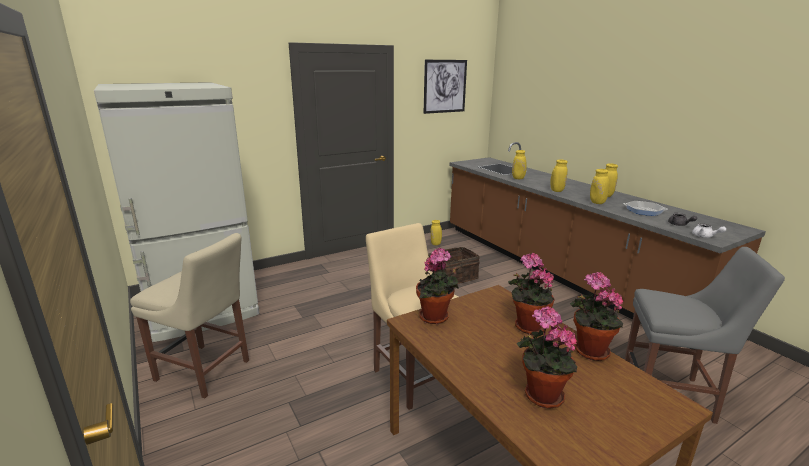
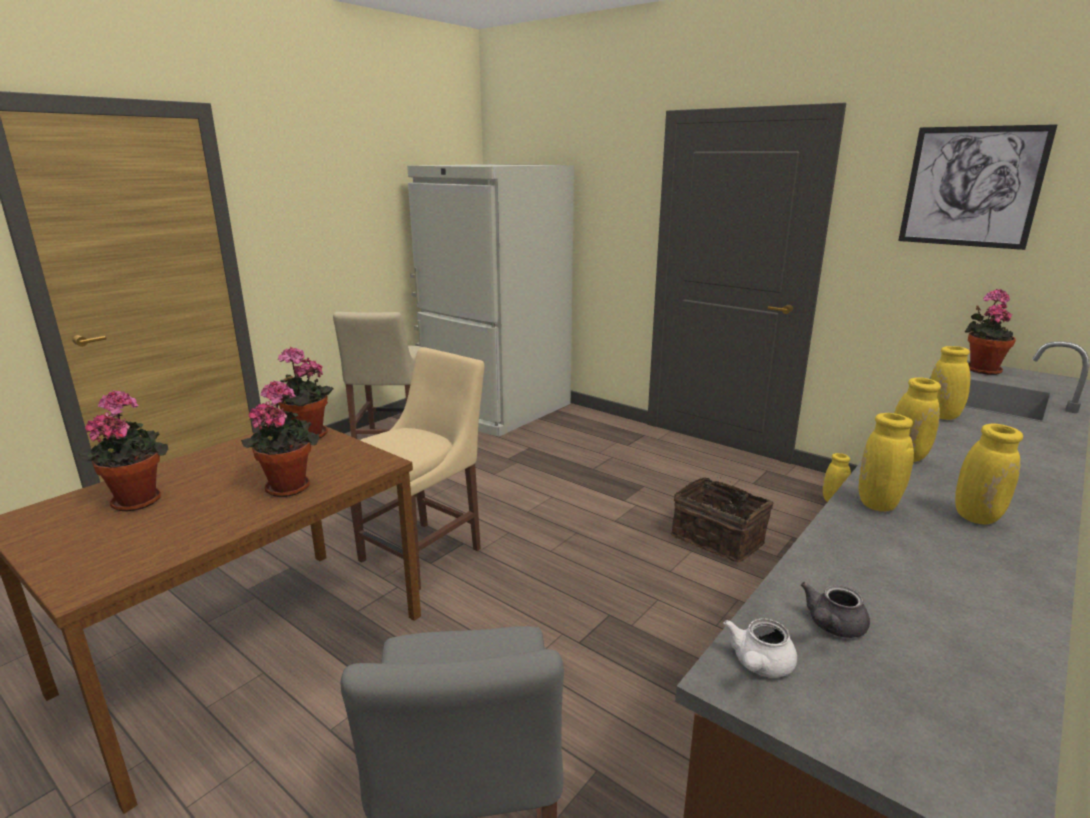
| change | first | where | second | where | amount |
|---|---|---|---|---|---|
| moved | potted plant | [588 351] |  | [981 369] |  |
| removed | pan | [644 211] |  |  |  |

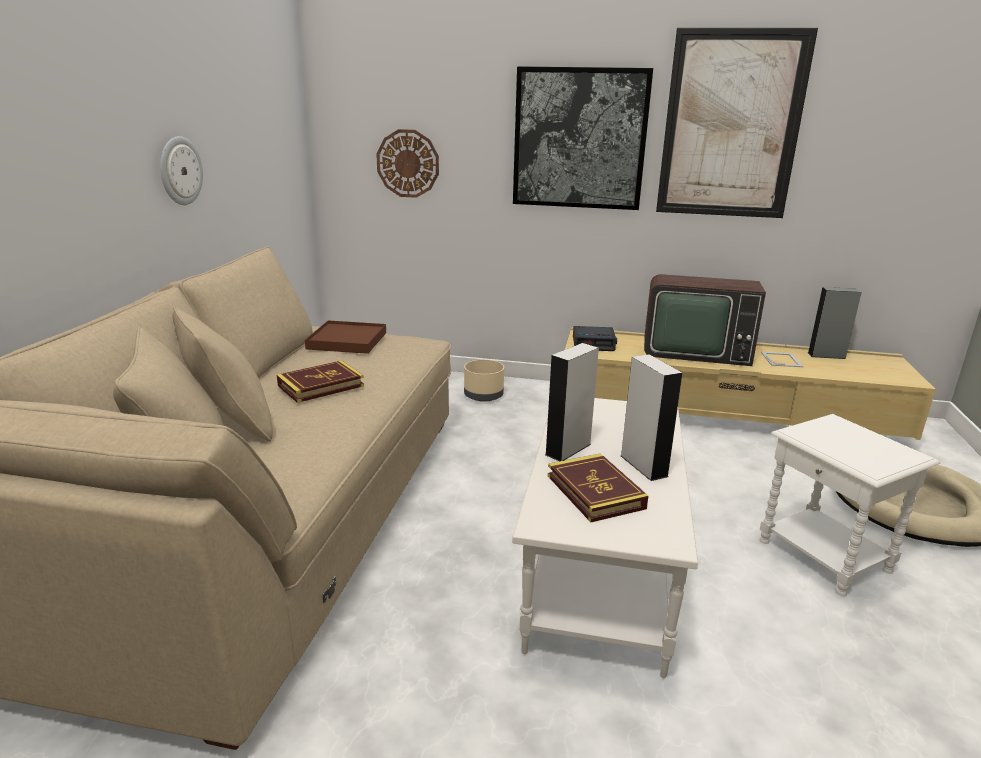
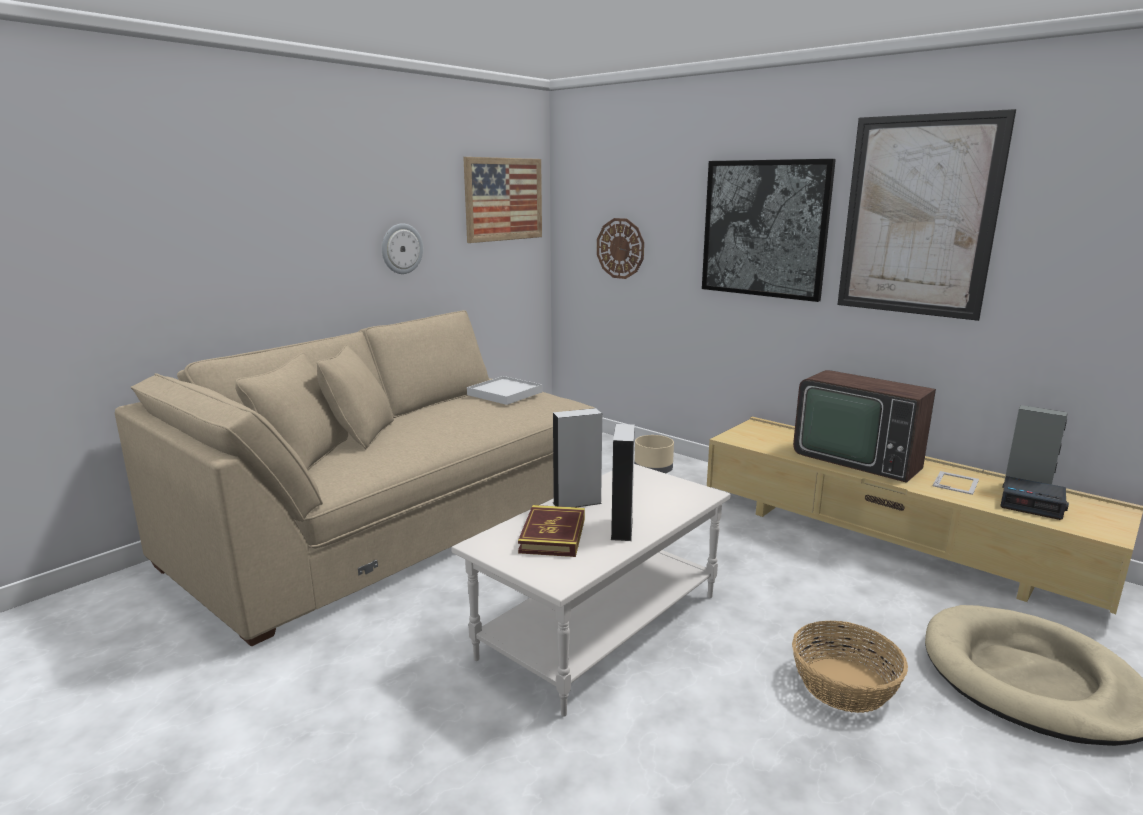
| change | first | where | second | where | amount |
|---|---|---|---|---|---|
| removed | bound book | [321 386] |  |  |  |
| recoloured | tray/brown | [347 341] | tray/whitish | [505 393] |  |
| moved | bedside clock | [593 344] |  | [1032 504] |  |
| replaced | side table/whitish | [825 554] | basket | [845 685] |  |
| added |  |  | wall picture | [504 199] |  |

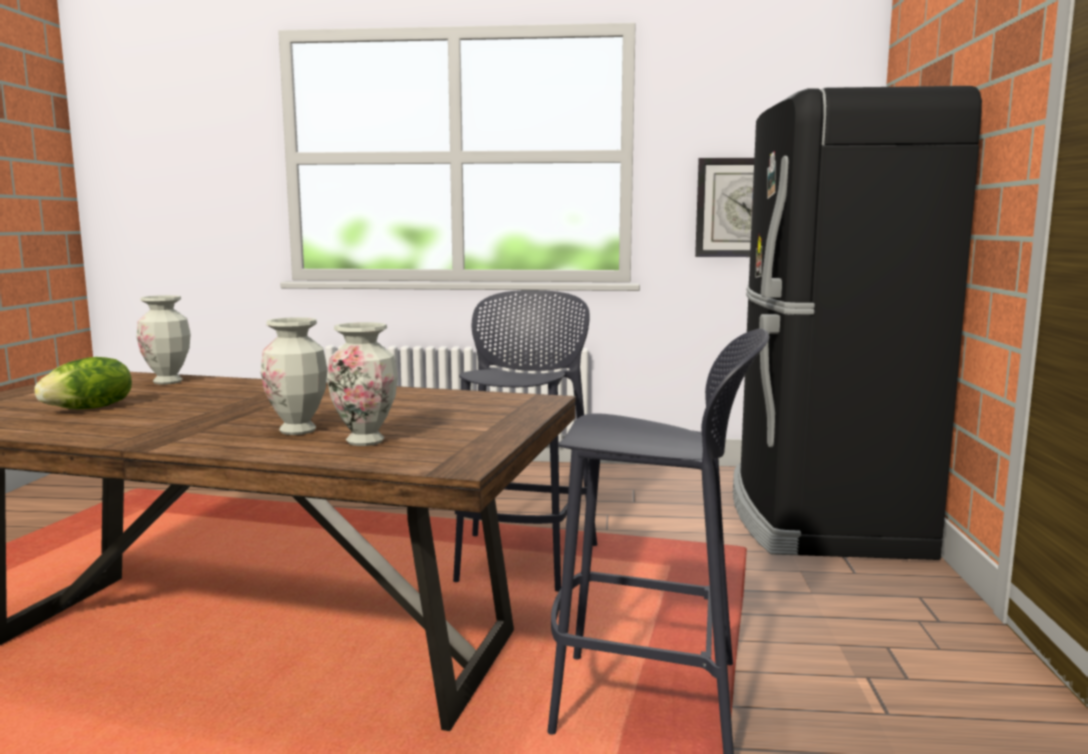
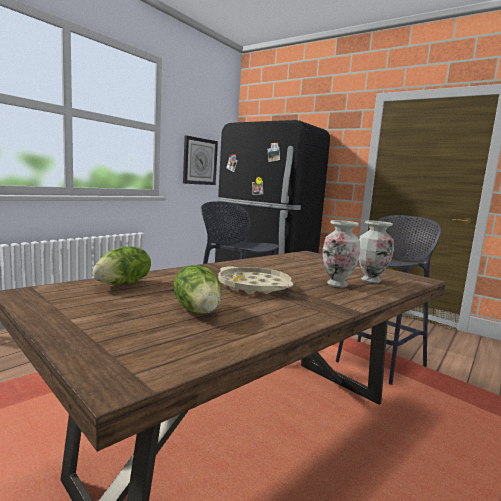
| change | first | where | second | where | amount |
|---|---|---|---|---|---|
| replaced | vase | [168 382] | lettuce | [124 284] |  |
| added |  |  | tray/beige | [254 286] |  |

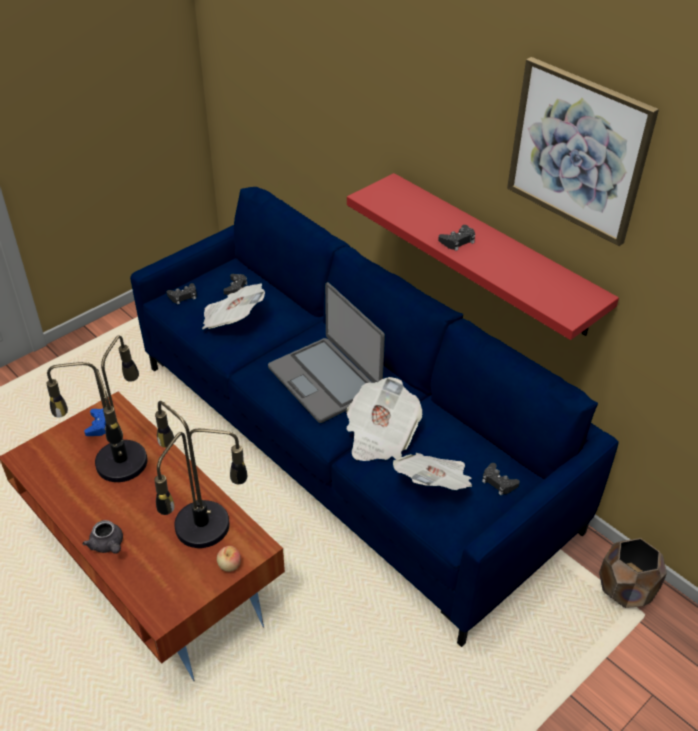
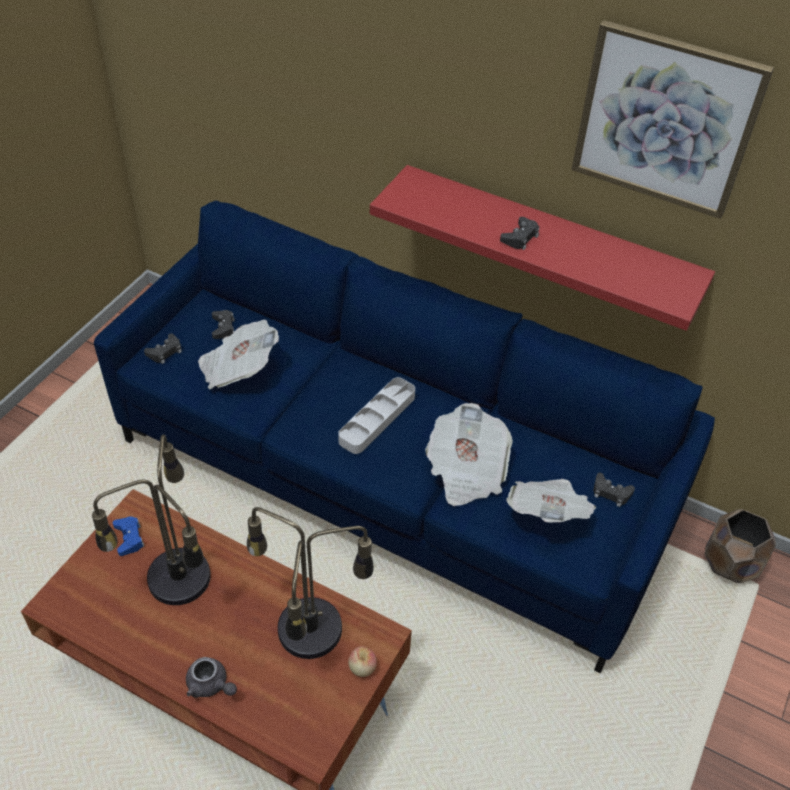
| change | first | where | second | where | amount |
|---|---|---|---|---|---|
| replaced | laptop | [325 380] | tray/grey | [377 419] |  |

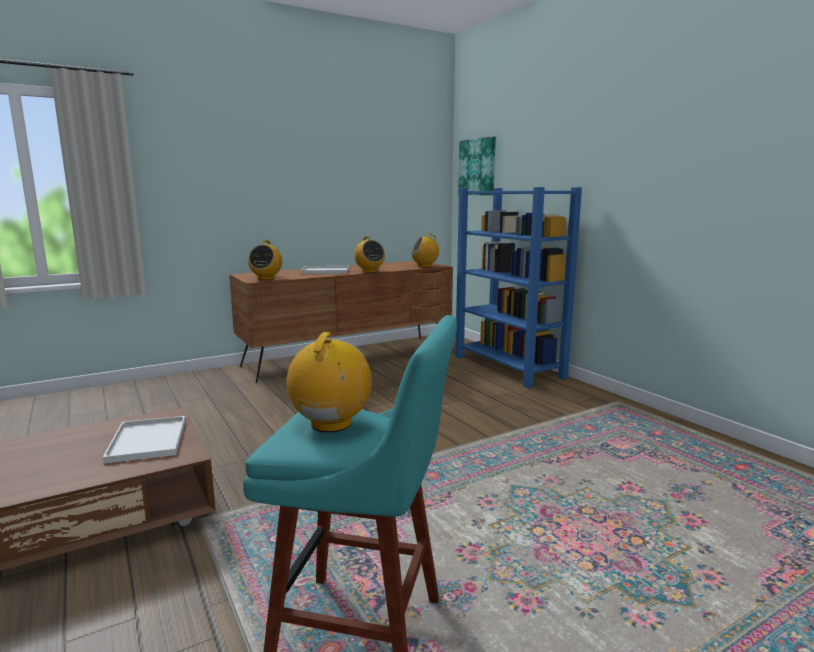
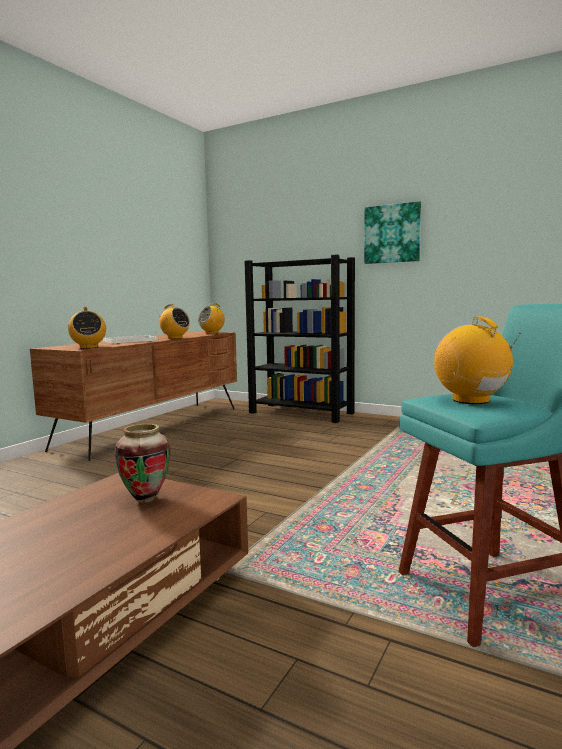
| change | first | where | second | where | amount |
|---|---|---|---|---|---|
| replaced | tray/whitish | [147 439] | vase | [146 499] |  |
| recoloured | shelving unit/blue-coloured | [508 367] | shelving unit/blackish | [301 413] |  |
| moved | wall picture | [477 167] |  | [392 234] |  |

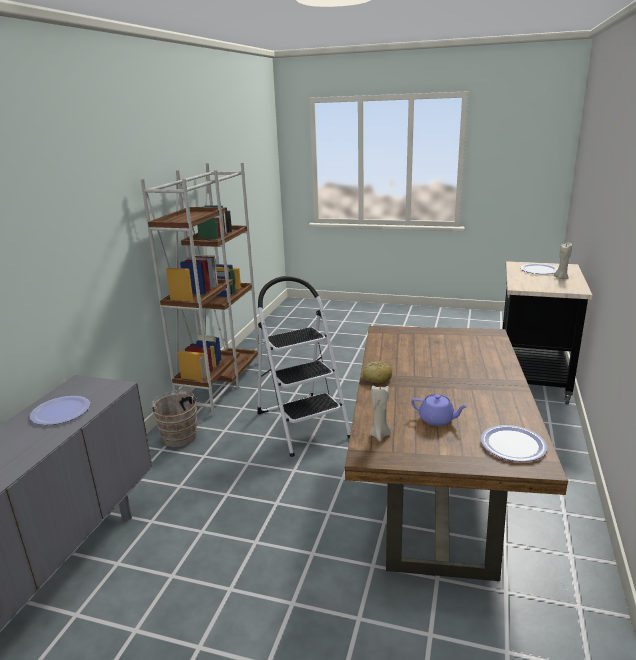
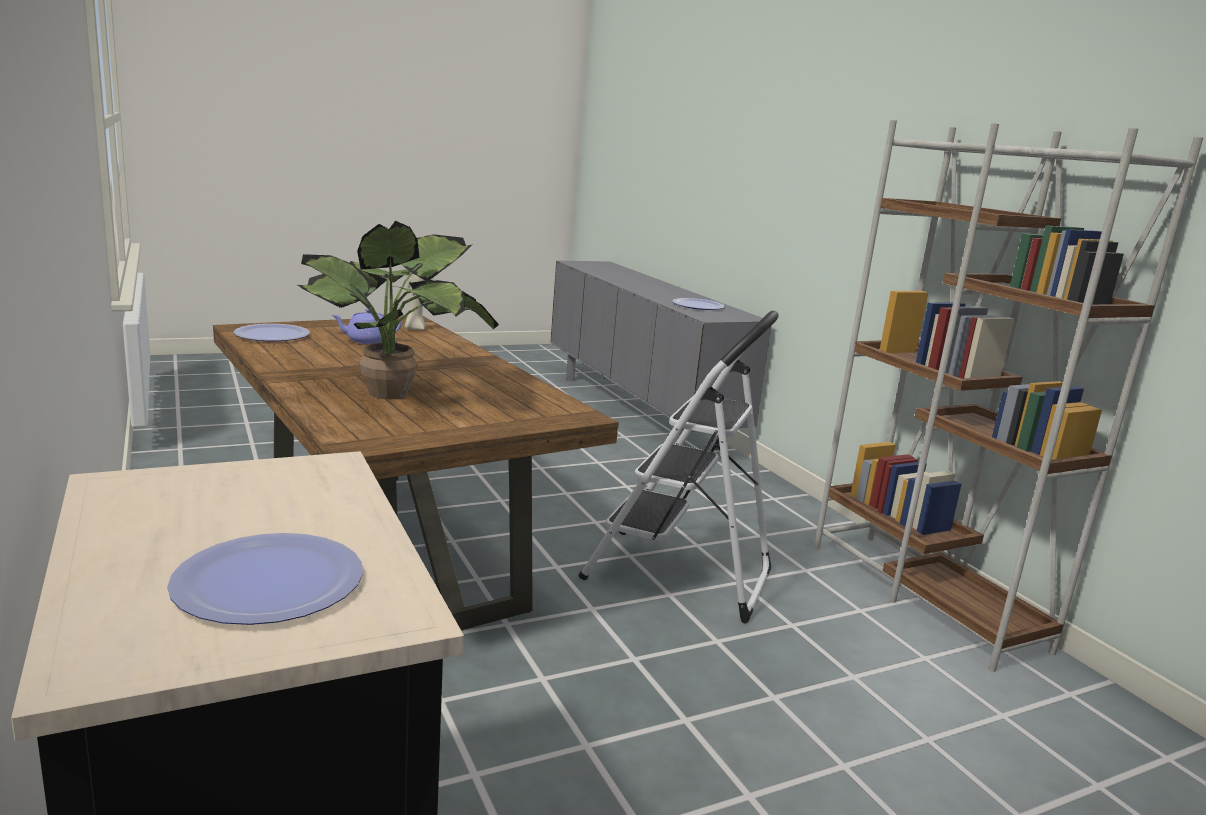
| change | first | where | second | where | amount |
|---|---|---|---|---|---|
| removed | water bucket/brown | [179 436] |  |  |  |
| removed | bakery bread | [377 378] |  |  |  |
| removed | wax candle/beige | [561 278] |  |  |  |
| added |  |  | potted plant | [394 392] |  |

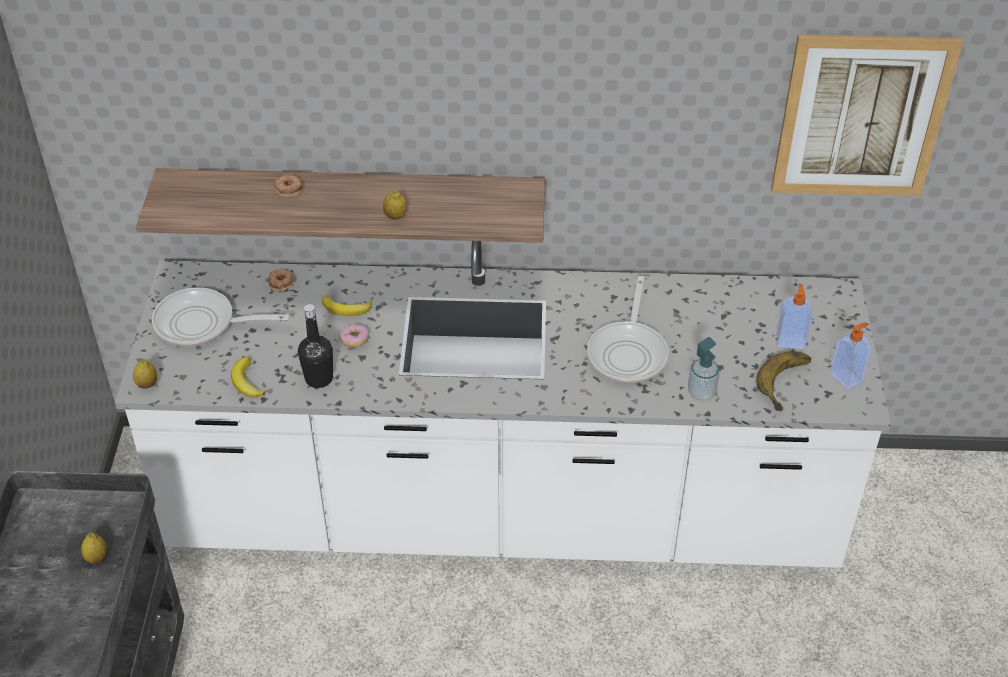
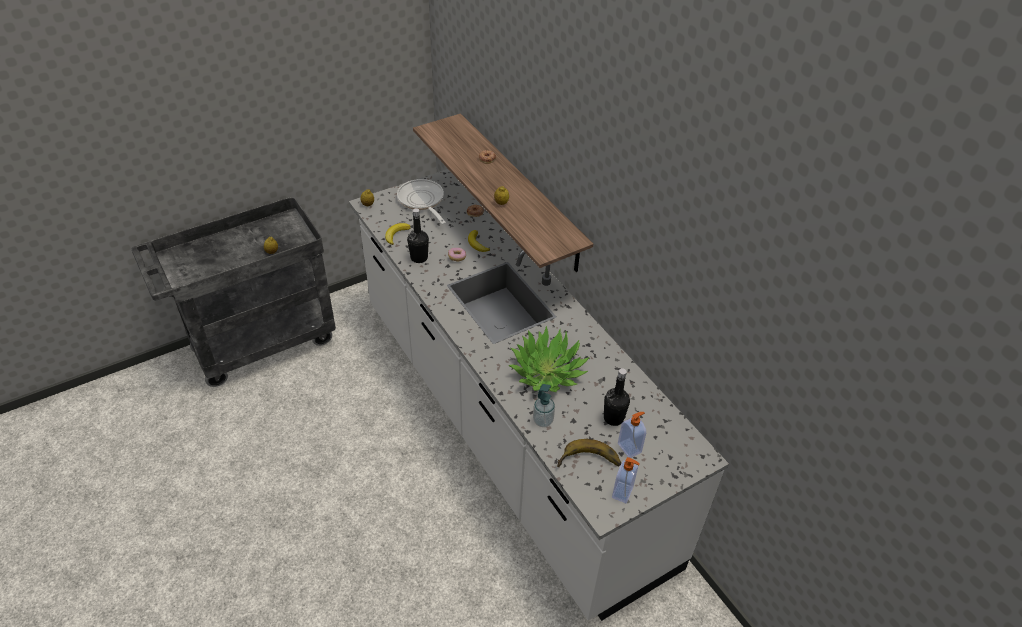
| change | first | where | second | where | amount |
|---|---|---|---|---|---|
| replaced | pan | [628 352] | potted plant | [547 371] |  |
| removed | wall picture | [861 116] |  |  |  |
| added |  |  | bottle/blackish | [613 418] |  |

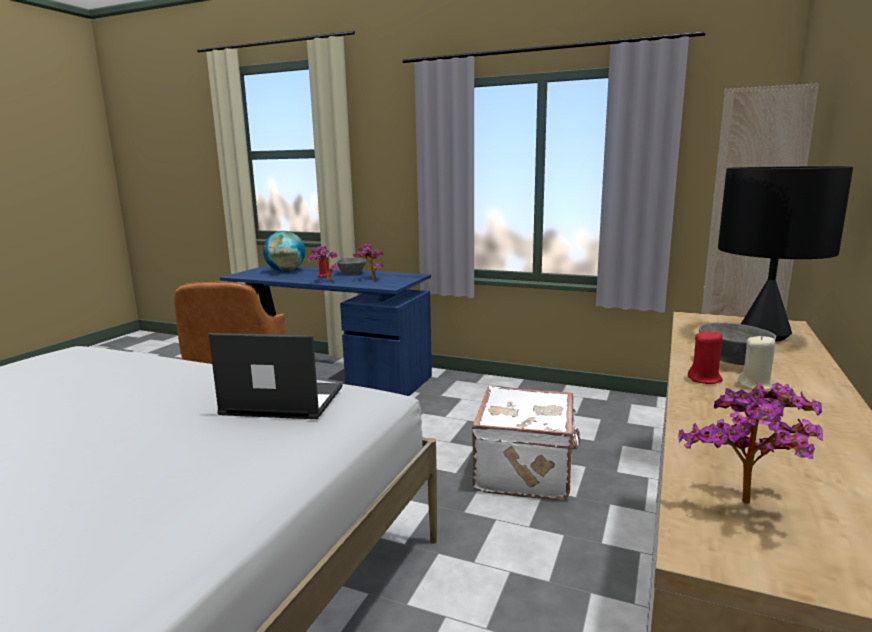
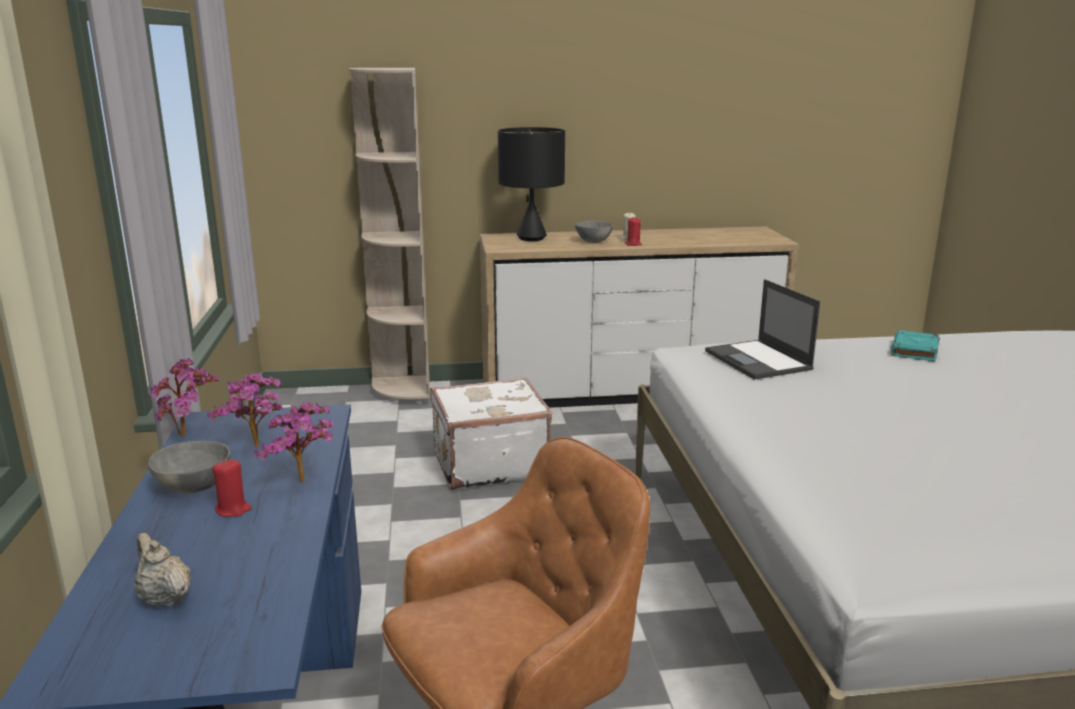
| change | first | where | second | where | amount |
|---|---|---|---|---|---|
| replaced | desk globe | [286 271] | teapot/beige | [164 598] |  |
| moved | potted plant | [748 507] |  | [189 435] |  |
| added |  |  | bound book/turquoise | [915 350] |  |

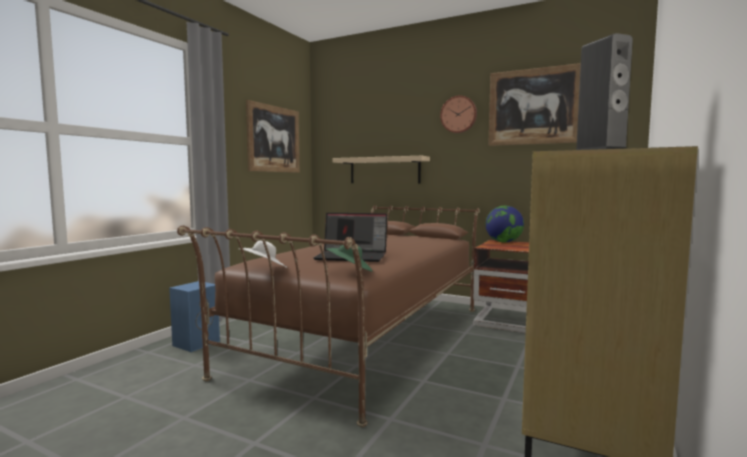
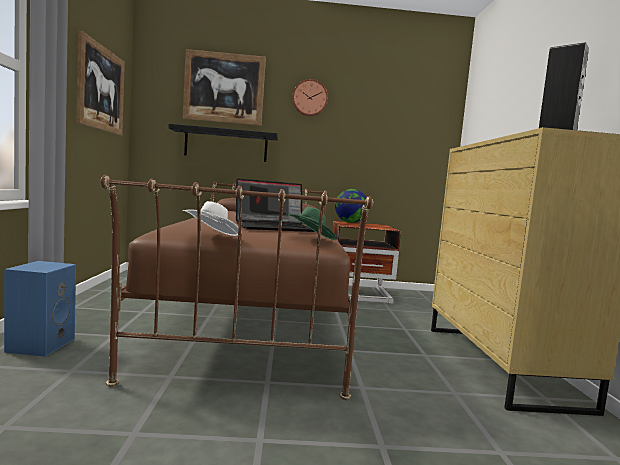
| change | first | where | second | where | amount |
|---|---|---|---|---|---|
| recoloured | wall shelf/beige | [384 170] | wall shelf/blackish | [226 145] |  |
| moved | wall picture | [533 107] |  | [224 88] |  |

